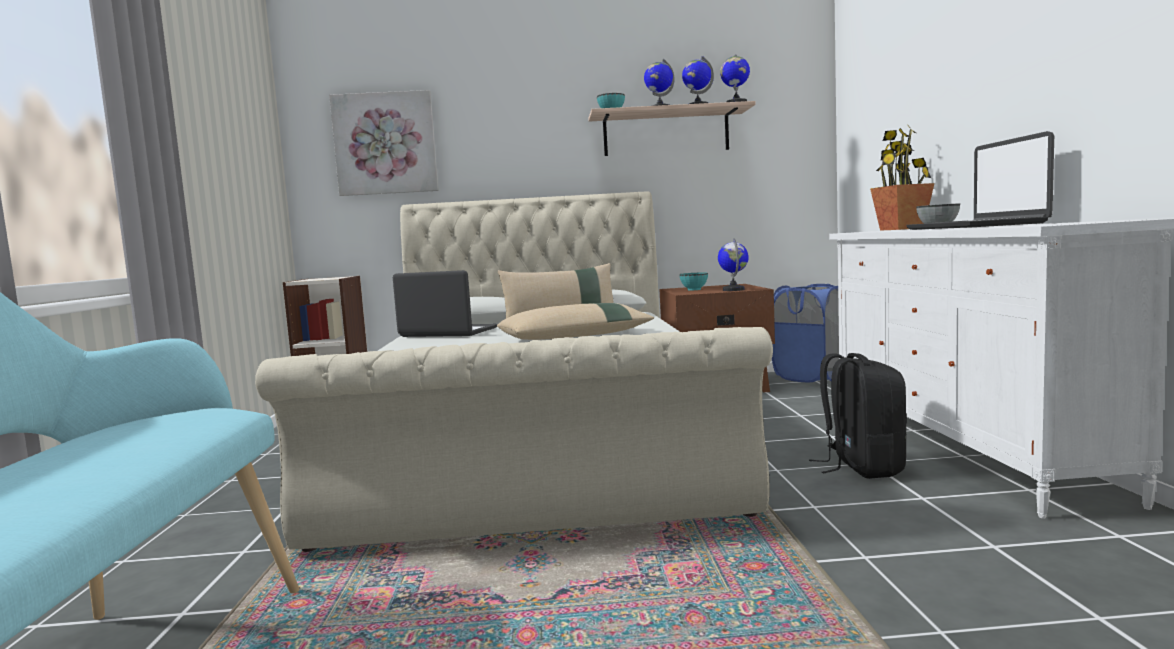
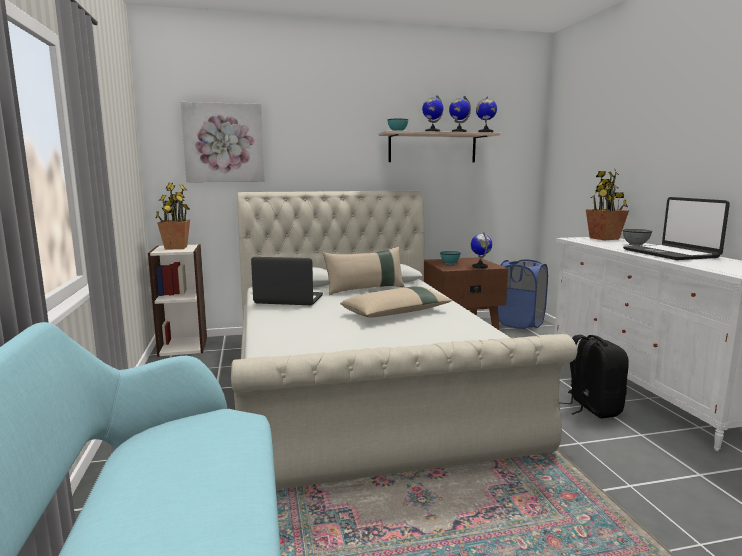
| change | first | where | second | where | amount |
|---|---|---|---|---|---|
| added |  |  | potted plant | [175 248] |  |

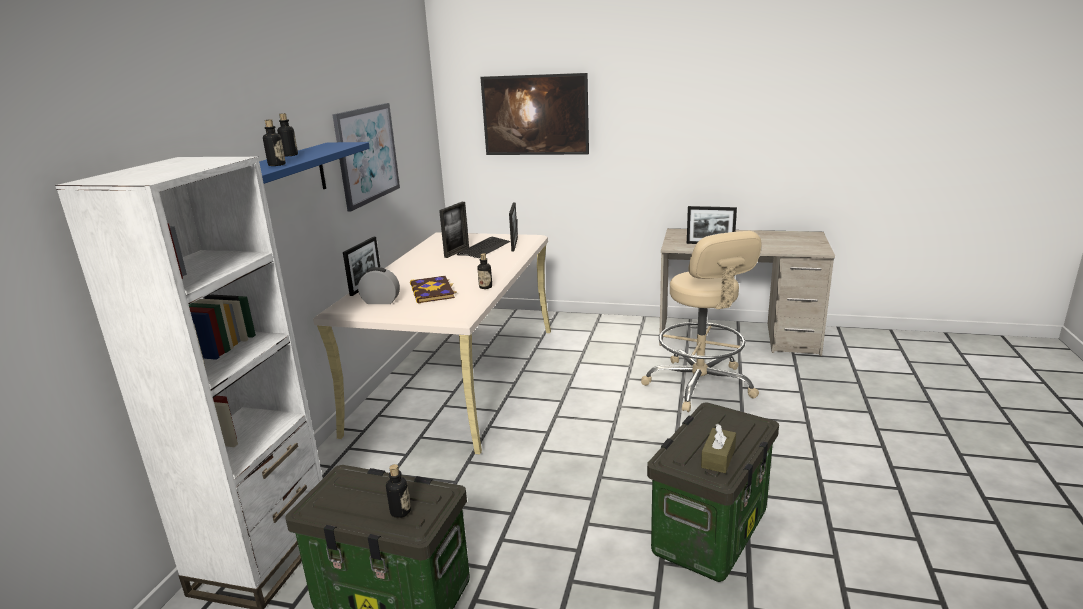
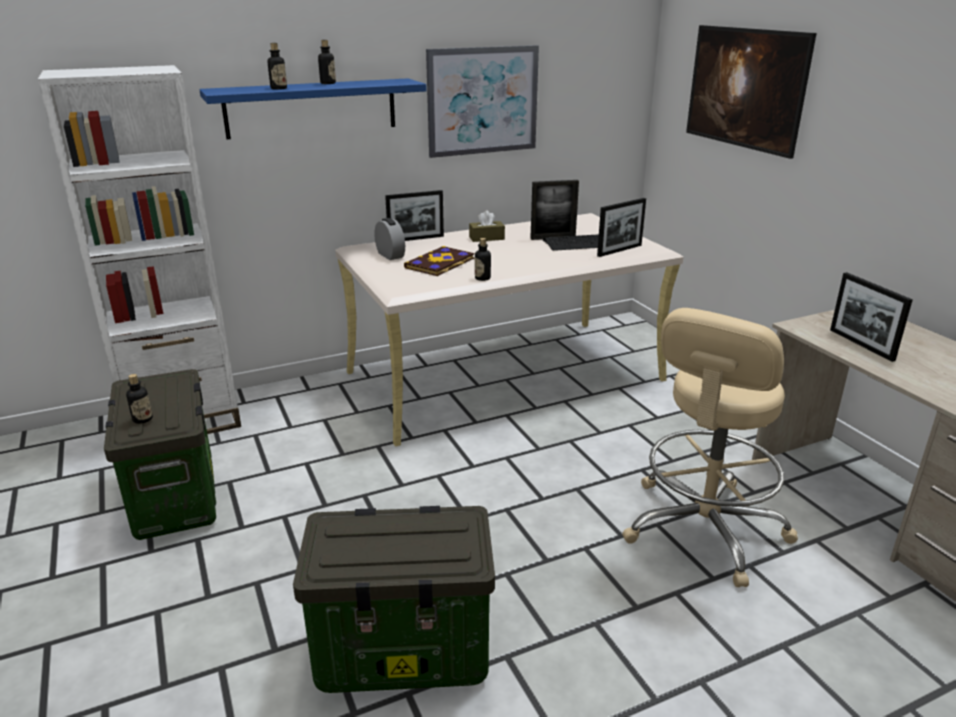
| change | first | where | second | where | amount |
|---|---|---|---|---|---|
| moved | tissue holder/brown | [718 458] |  | [486 238] |  |

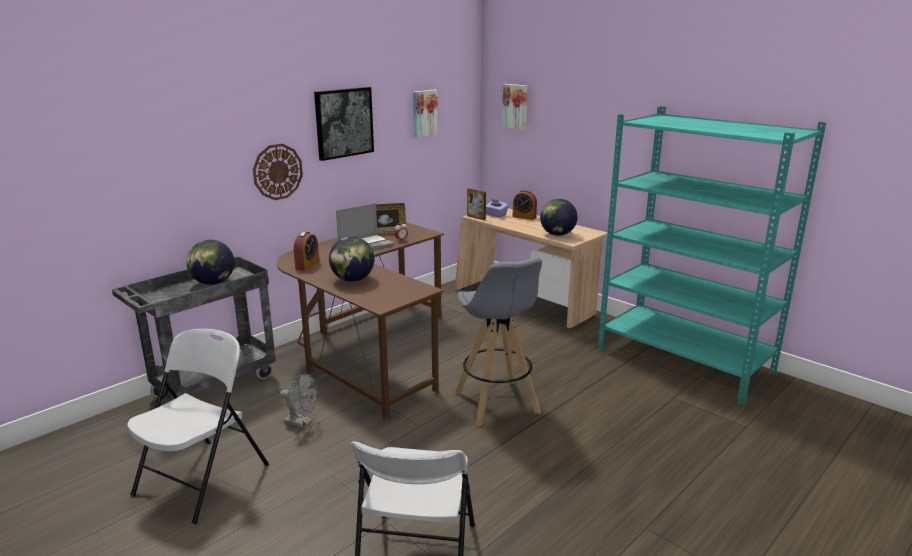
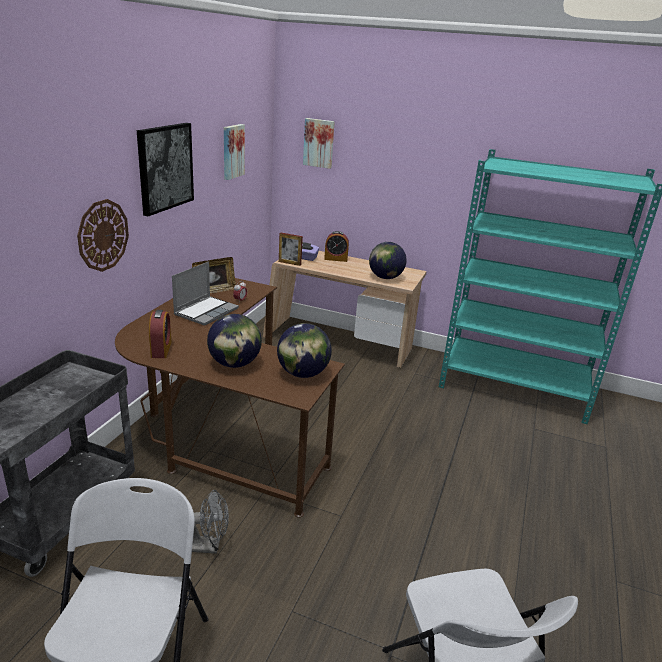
| change | first | where | second | where | amount |
|---|---|---|---|---|---|
| moved | desk globe | [213 283] |  | [302 374] |  |
| removed | stool seat/grey | [497 404] |  |  |  |

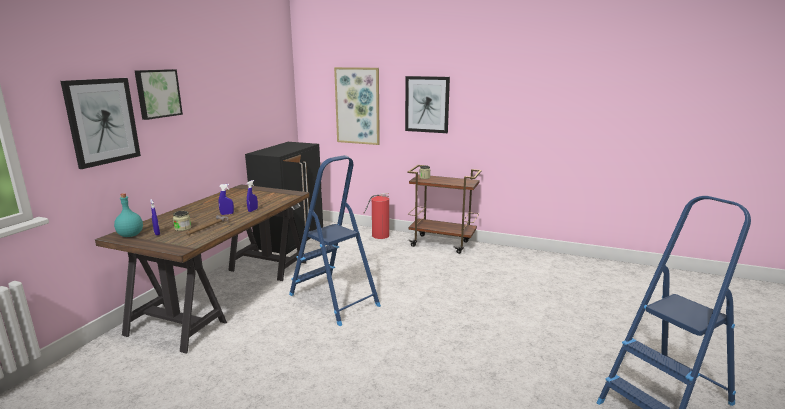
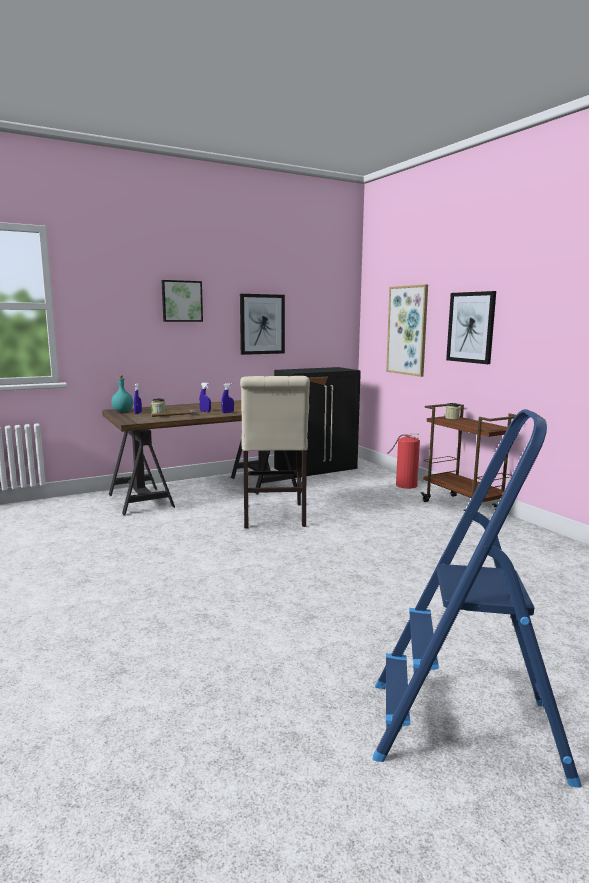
| change | first | where | second | where | amount |
|---|---|---|---|---|---|
| moved | wall picture | [102 121] |  | [262 324] |  |
| replaced | step ladder/blue-coloured | [333 299] | stool seat/beige | [273 517] |  |

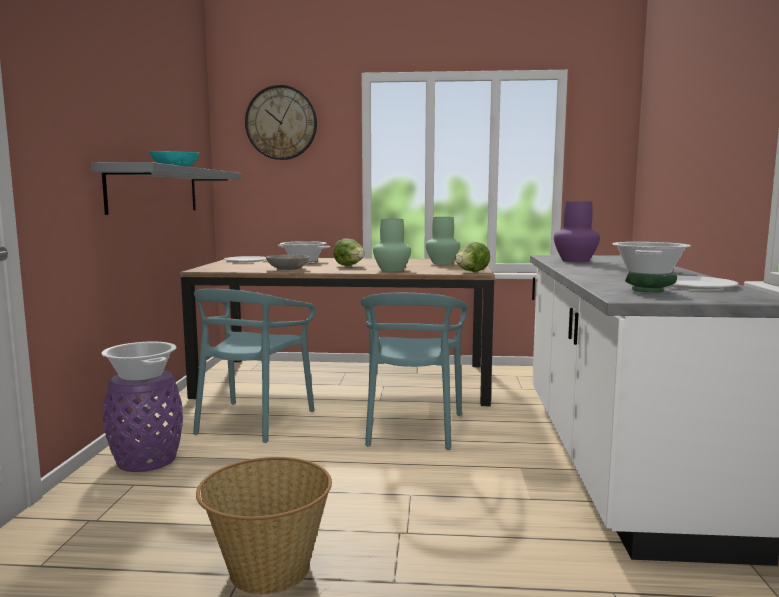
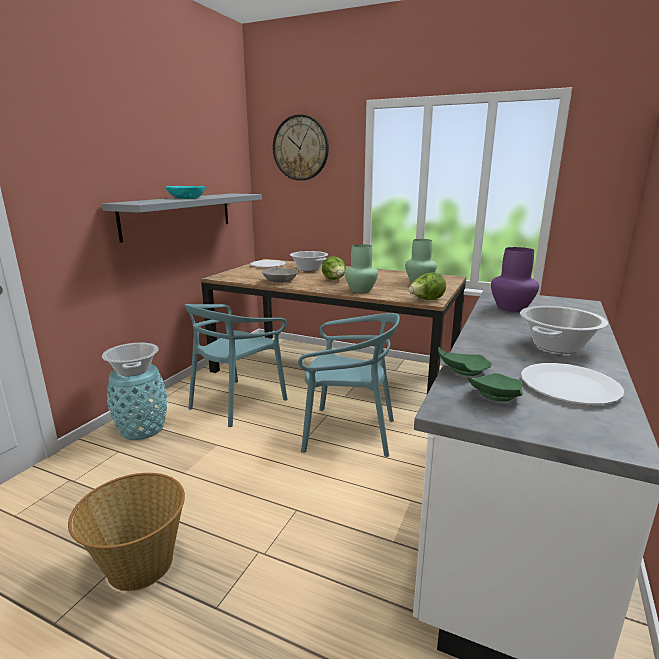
| change | first | where | second | where | amount |
|---|---|---|---|---|---|
| recoloured | stool seat/purple-coloured | [146 460] | stool seat/turquoise | [142 429] |  |
| turned | plain chair/turquoise | [411 428] |  | [348 433] | 105 degrees counterclockwise |
| added |  |  | dinner plate/greenish | [462 370] |  |

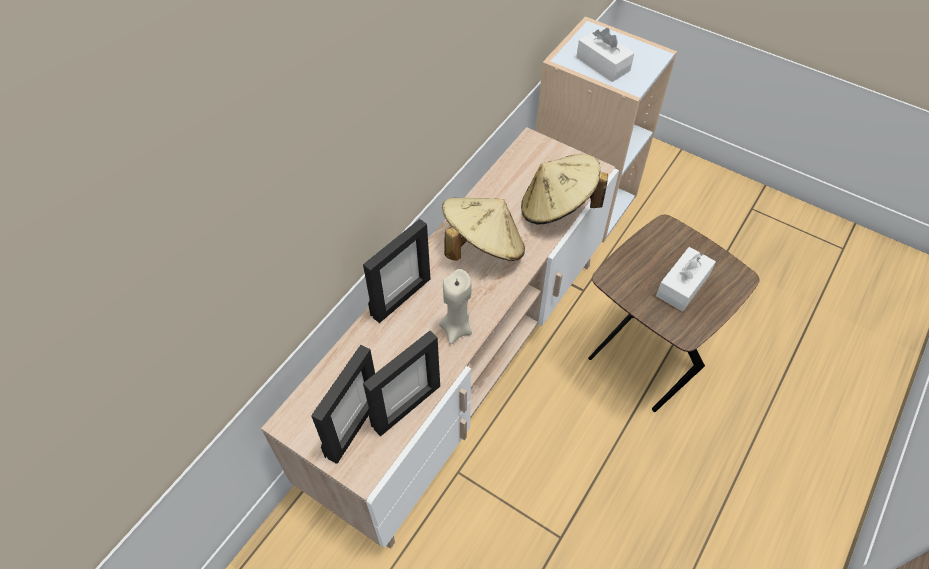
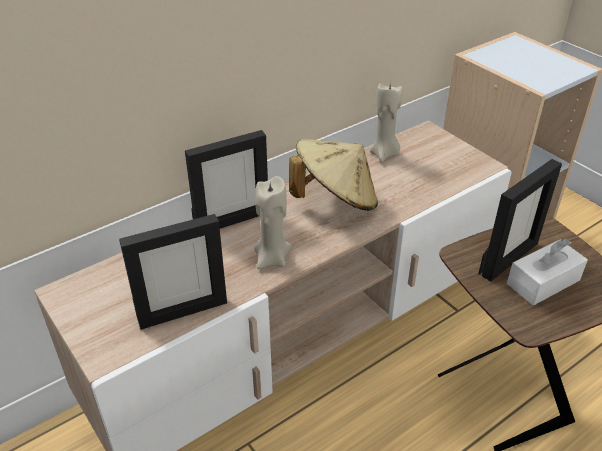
| change | first | where | second | where | amount |
|---|---|---|---|---|---|
| moved | photo frame | [353 426] |  | [508 258] |  |
| removed | wearable hat/beige | [557 208] |  |  |  |
| removed | tissue holder/whitish | [603 64] |  |  |  |
| added |  |  | wax candle/beige | [384 154] |  |

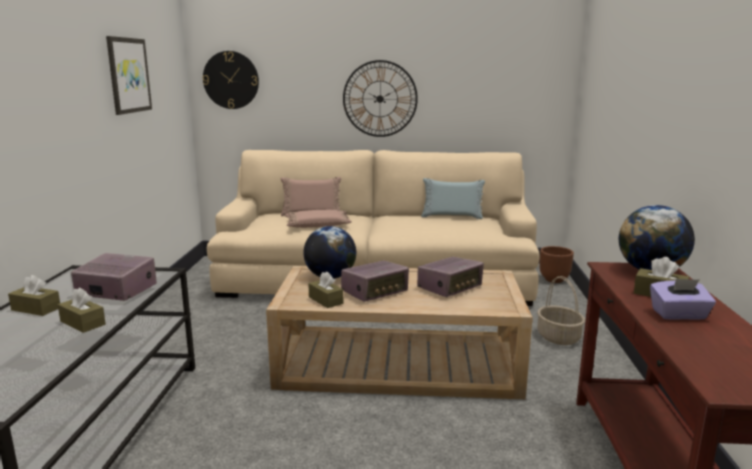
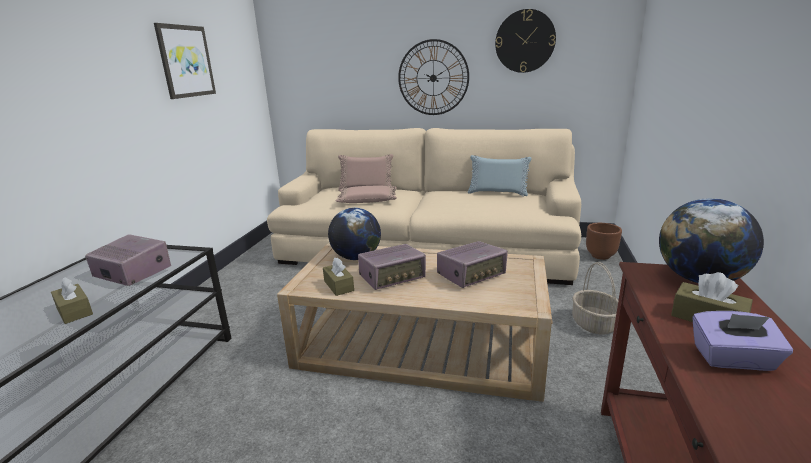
| change | first | where | second | where | amount |
|---|---|---|---|---|---|
| removed | tissue holder/brown | [36 309] |  |  |  |
| moved | hanging clock | [231 80] |  | [525 41] |  |

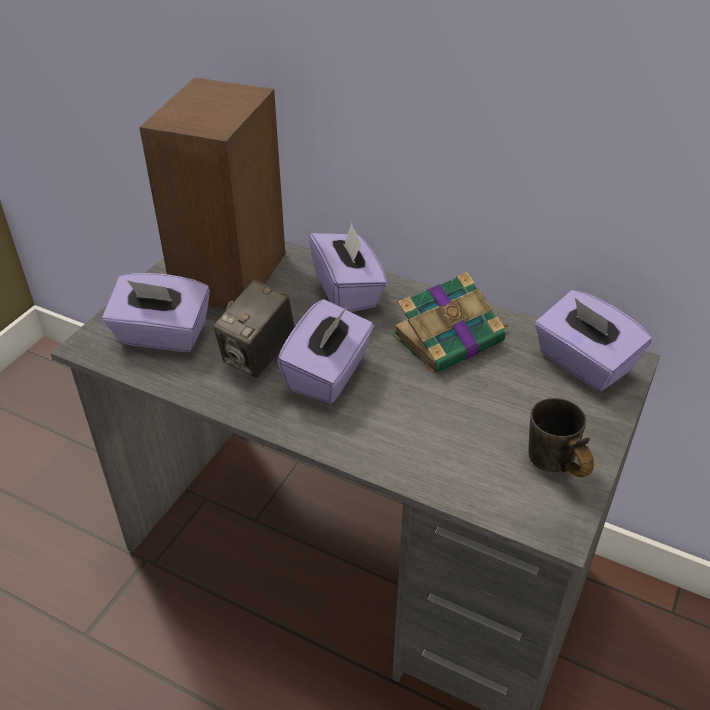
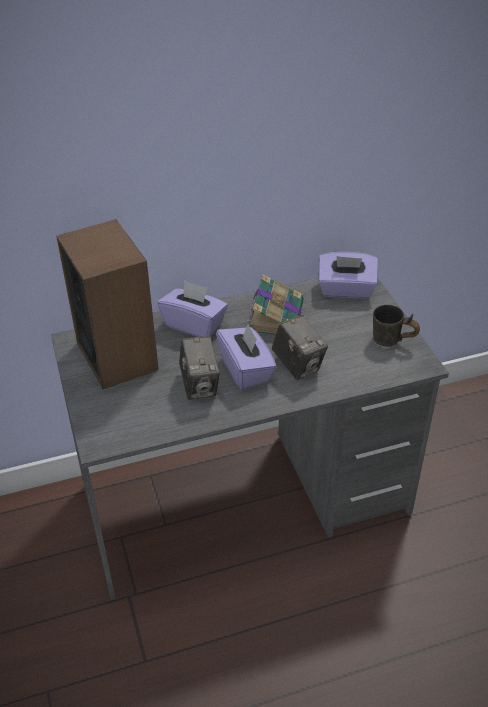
| change | first | where | second | where | amount |
|---|---|---|---|---|---|
| removed | tissue holder/purple-coloured | [162 335] |  |  |  |
| added |  |  | photo camera | [298 365] |  |

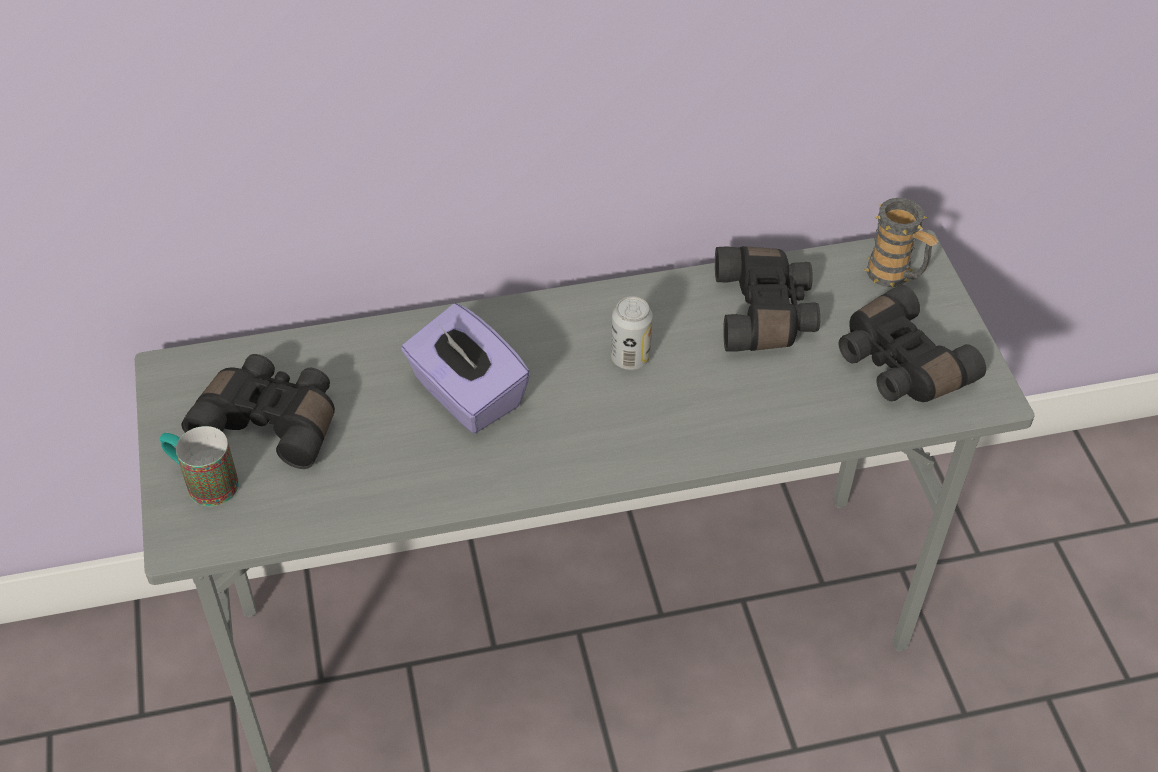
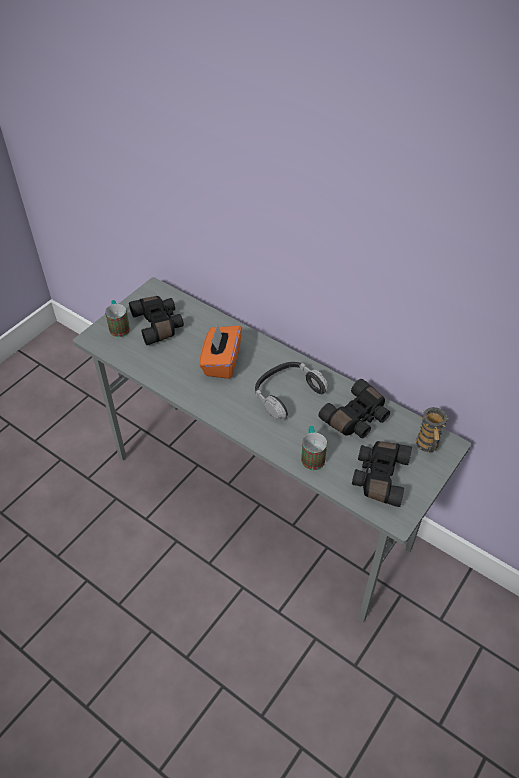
| change | first | where | second | where | amount |
|---|---|---|---|---|---|
| recoloured | tissue holder/purple-coloured | [466 395] | tissue holder/orange | [221 362] |  |
| replaced | can | [630 358] | pair of headphones | [287 394] |  |
| added |  |  | tea mug | [312 456] |  |

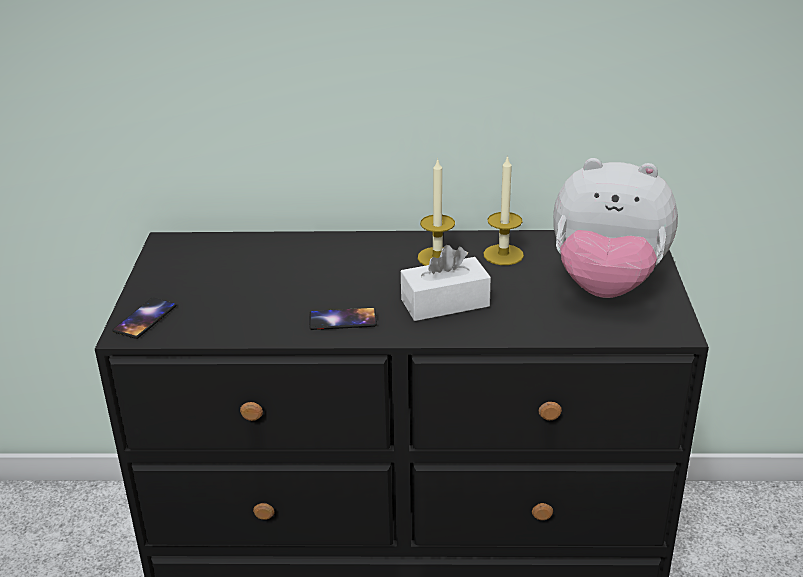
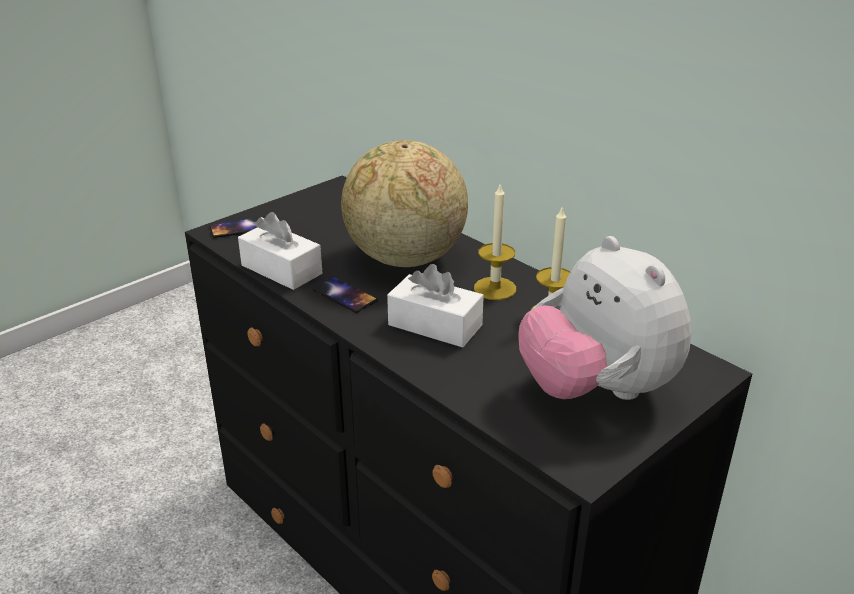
| change | first | where | second | where | amount |
|---|---|---|---|---|---|
| added |  |  | tissue holder/whitish | [281 269] |  |
| added |  |  | desk globe | [404 259] |  |

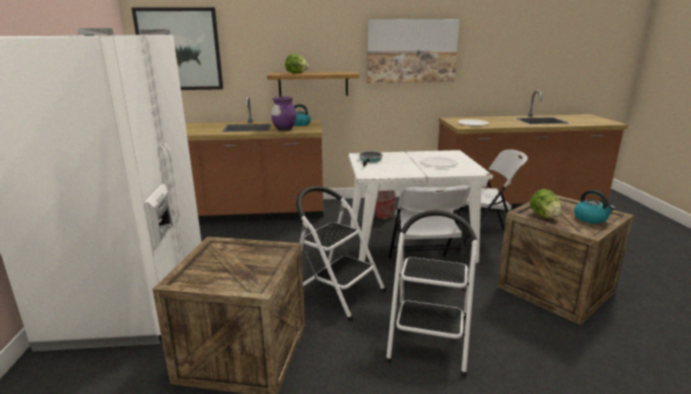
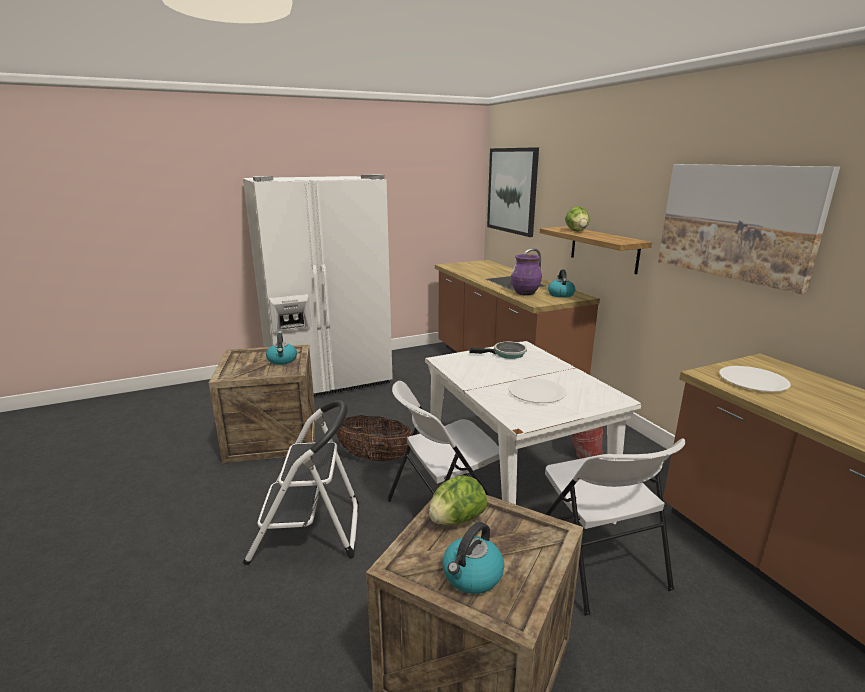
| change | first | where | second | where | amount |
|---|---|---|---|---|---|
| replaced | step ladder | [335 291] | basket | [375 457] |  |
| added |  |  | tea kettle | [282 360] |  |

